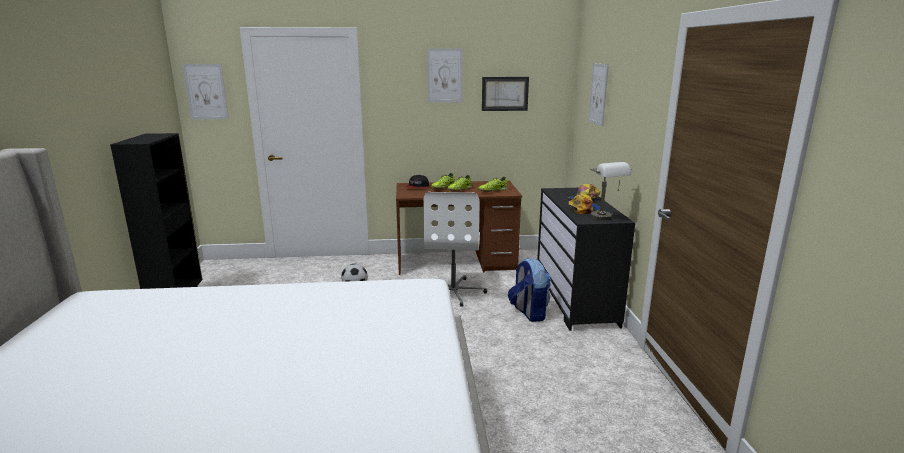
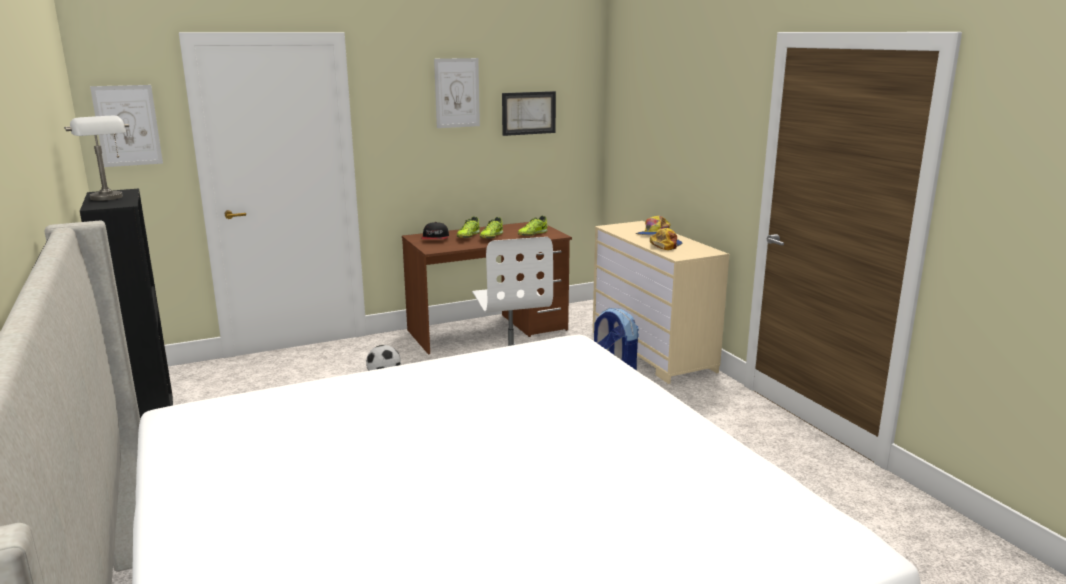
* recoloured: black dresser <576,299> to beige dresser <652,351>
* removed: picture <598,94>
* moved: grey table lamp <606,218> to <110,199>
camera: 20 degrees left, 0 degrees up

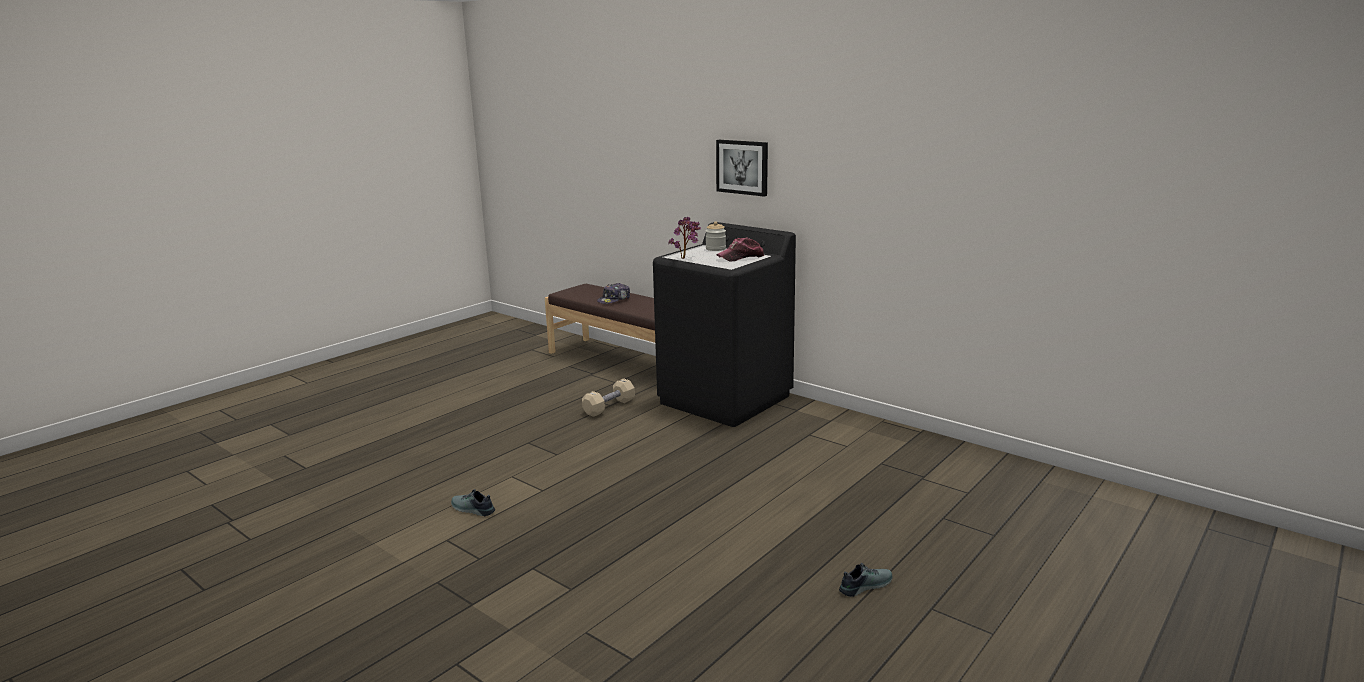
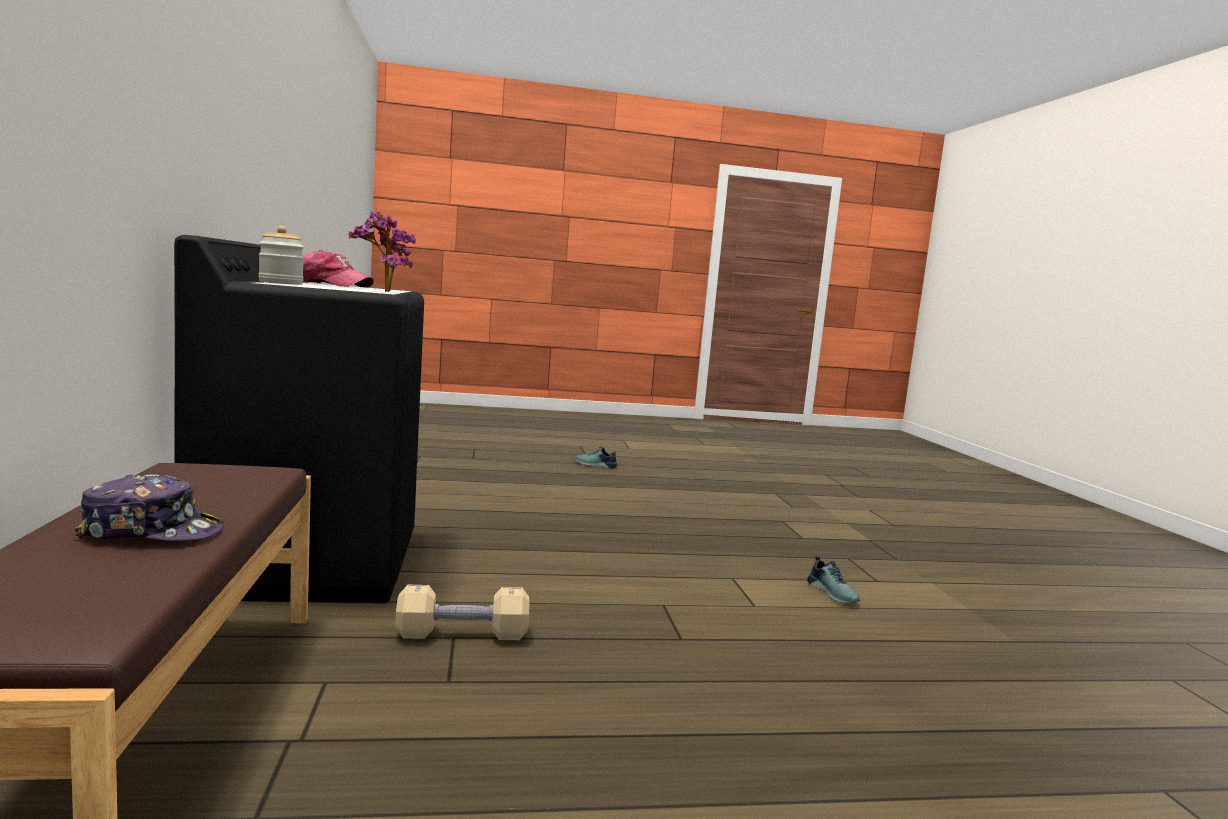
* removed: picture <742,167>
camera: 140 degrees left, 10 degrees down

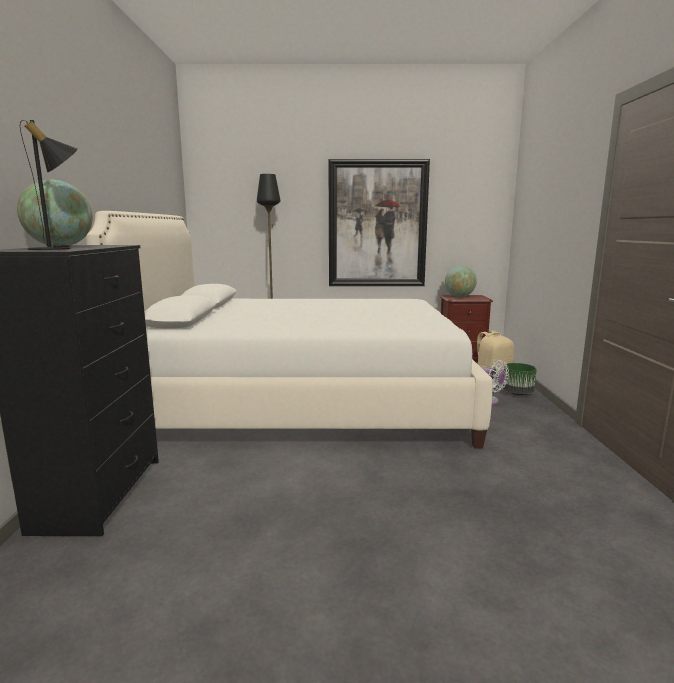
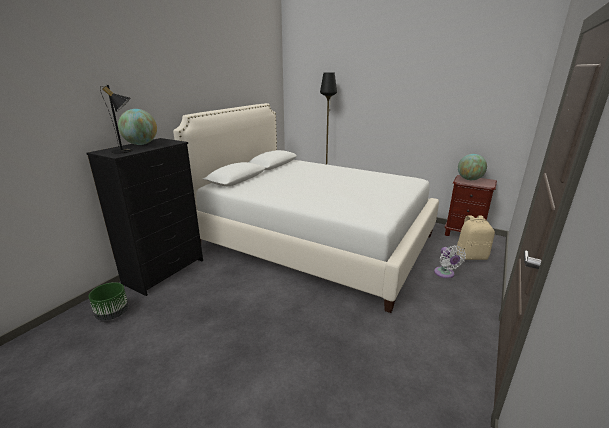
* removed: picture <377,224>
* moved: green planter <518,393> to <113,314>
camera: 30 degrees right, 10 degrees up

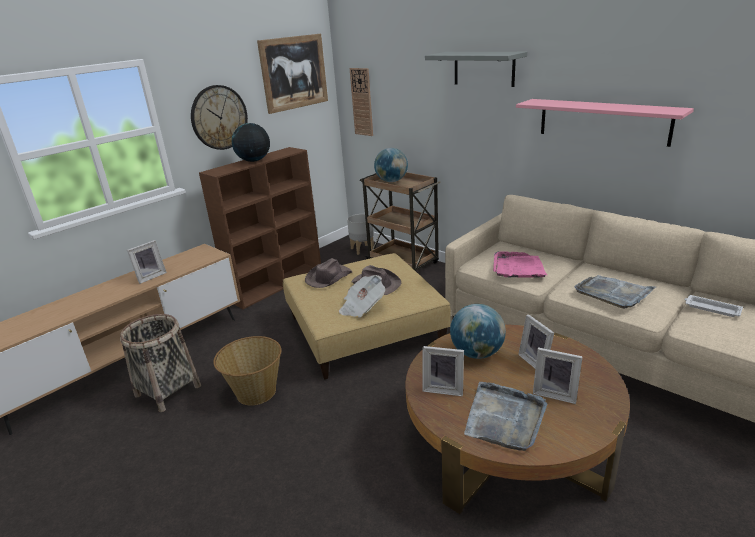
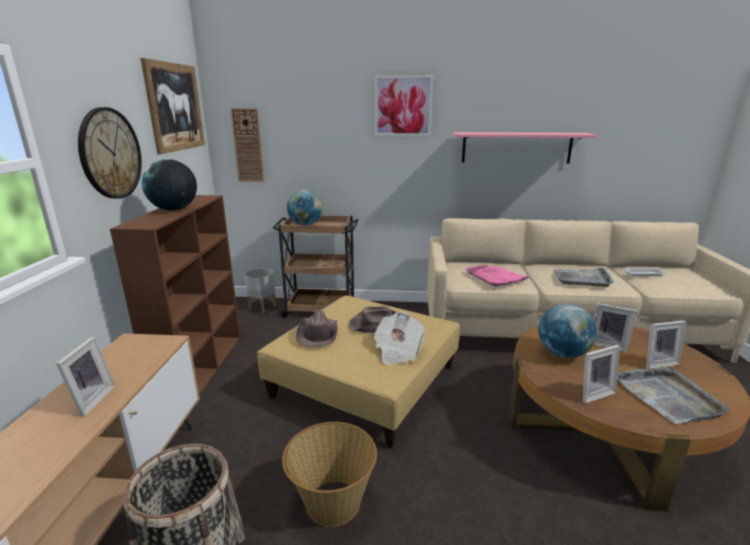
* replaced: grey shelf <484,68> to picture <403,106>
camera: 40 degrees left, 5 degrees down

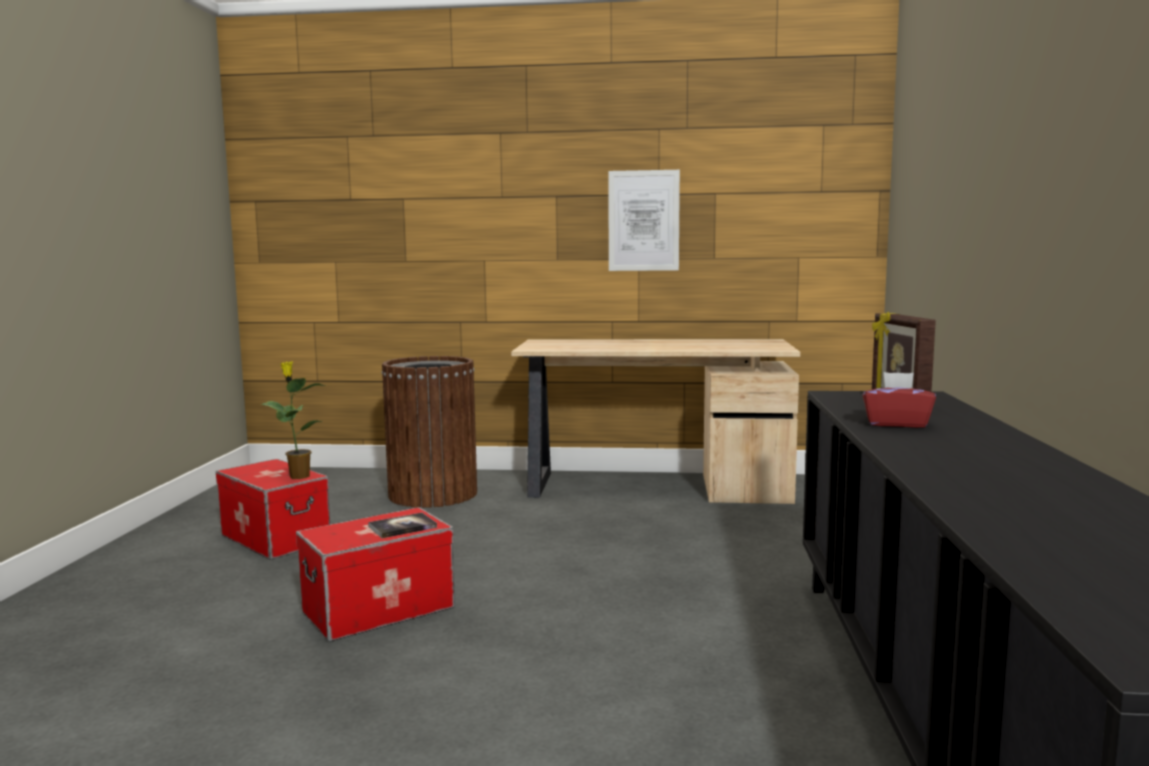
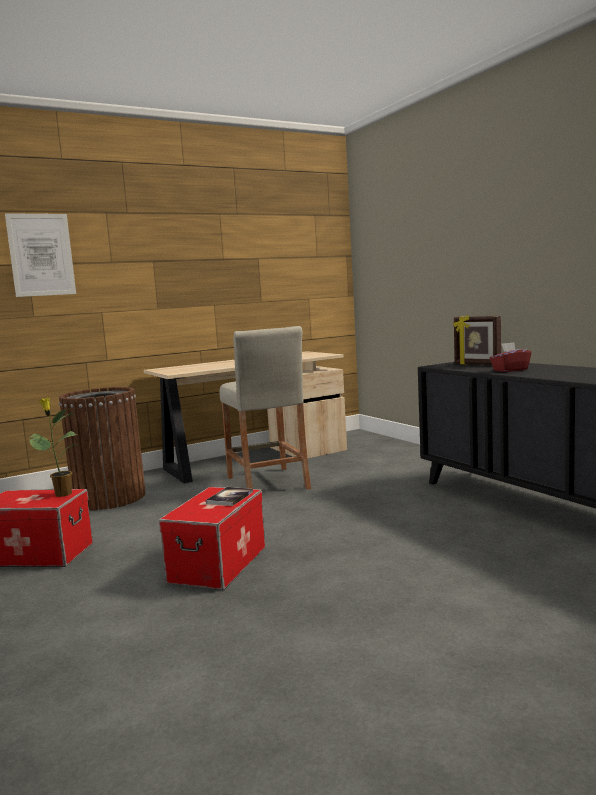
* moved: picture <643,221> to <41,255>
* added: beige stool <267,483>
camera: 35 degrees left, 0 degrees up

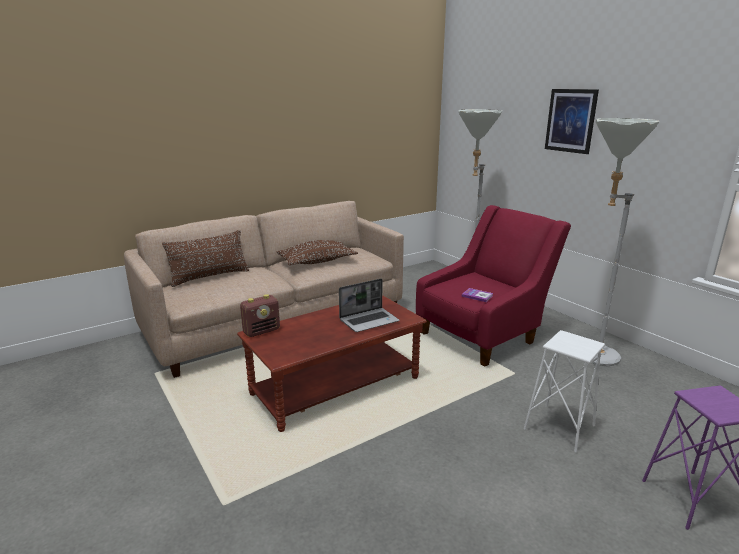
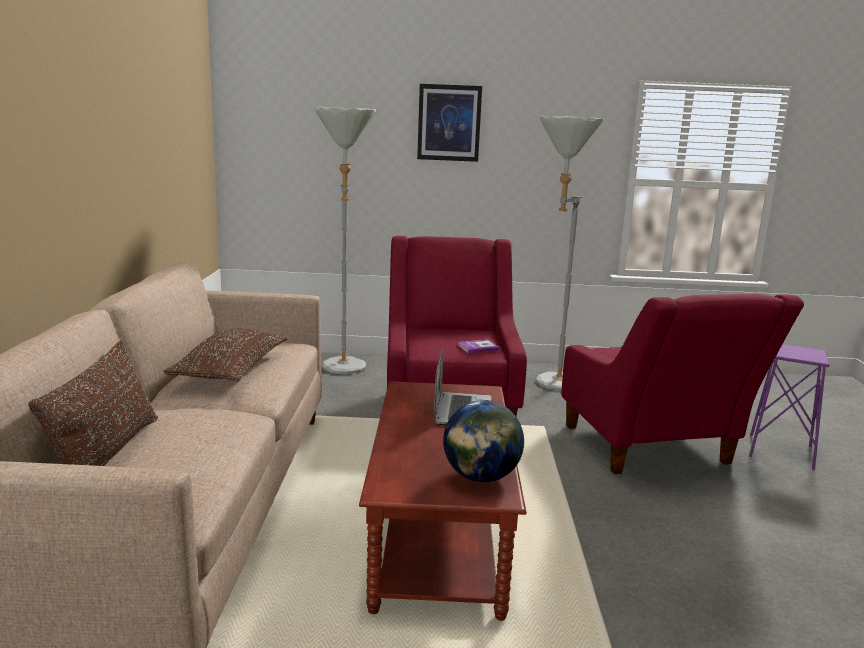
* removed: radio <262,331>
* replaced: white stool <559,427> to red armchair <652,451>
* added: globe <480,477>
camera: 55 degrees left, 5 degrees down

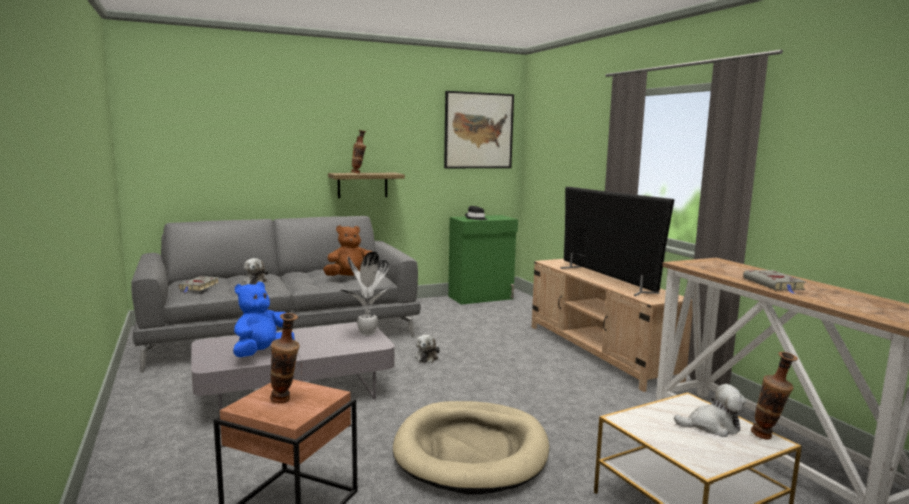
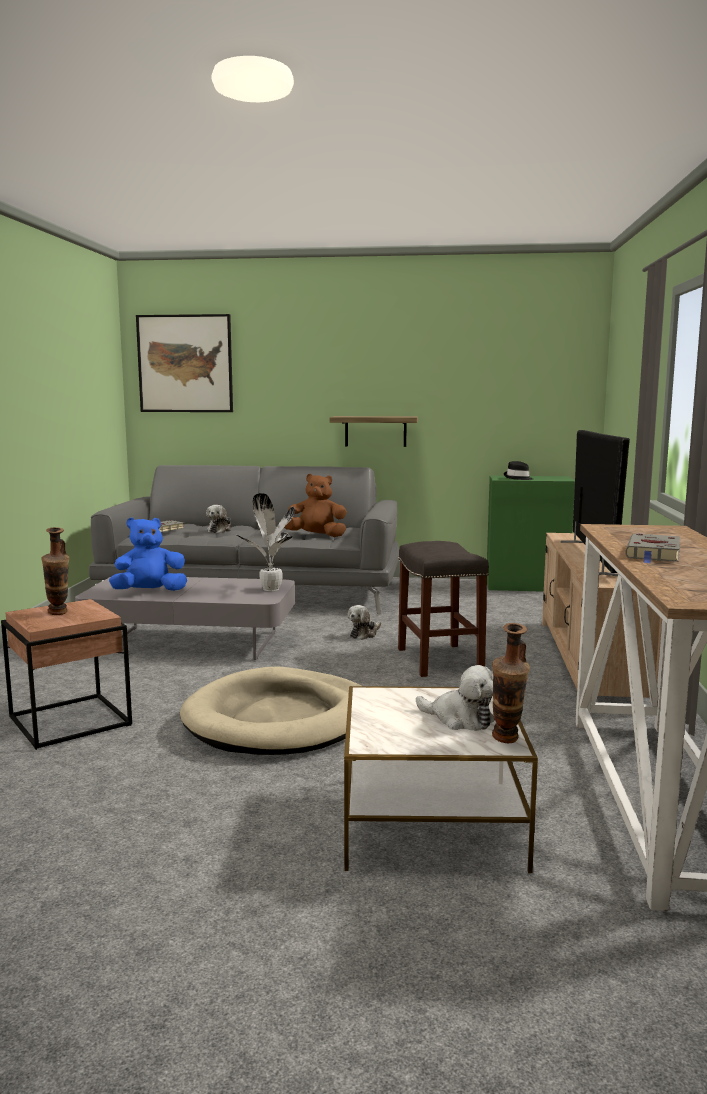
* removed: vase <358,173>
* moved: picture <478,130> to <185,364>
* added: grey stool <440,660>
camera: 30 degrees right, 0 degrees up

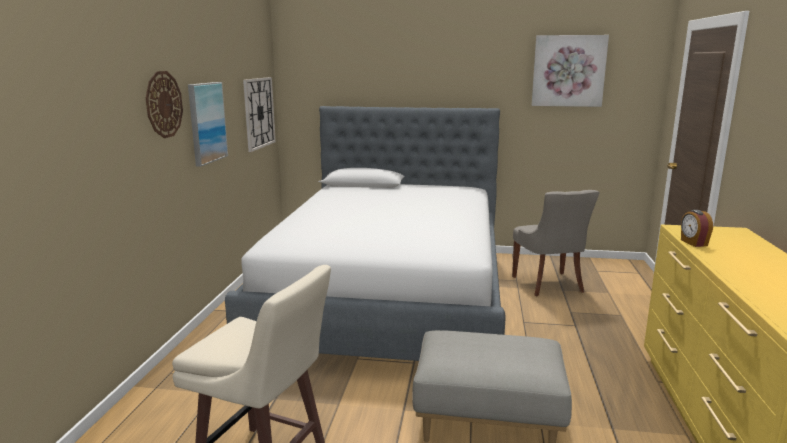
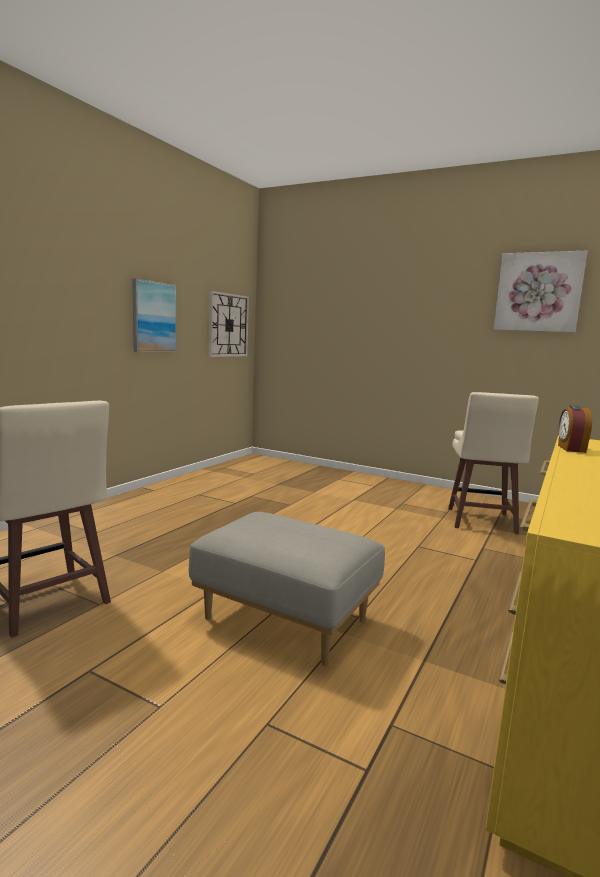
* removed: wall clock <163,104>
* removed: bed <389,296>
* replaced: grey chair <549,285> to beige stool <480,521>
camera: 20 degrees right, 5 degrees down

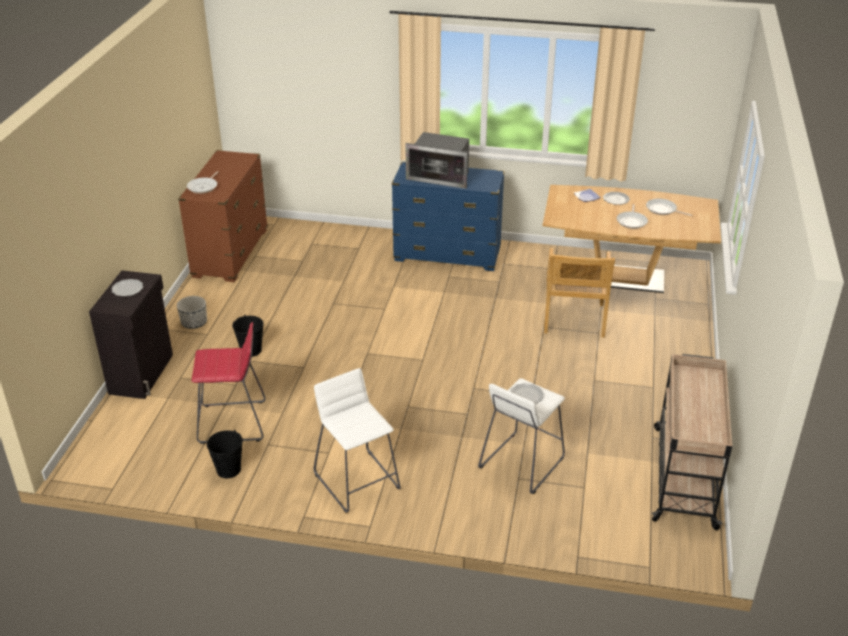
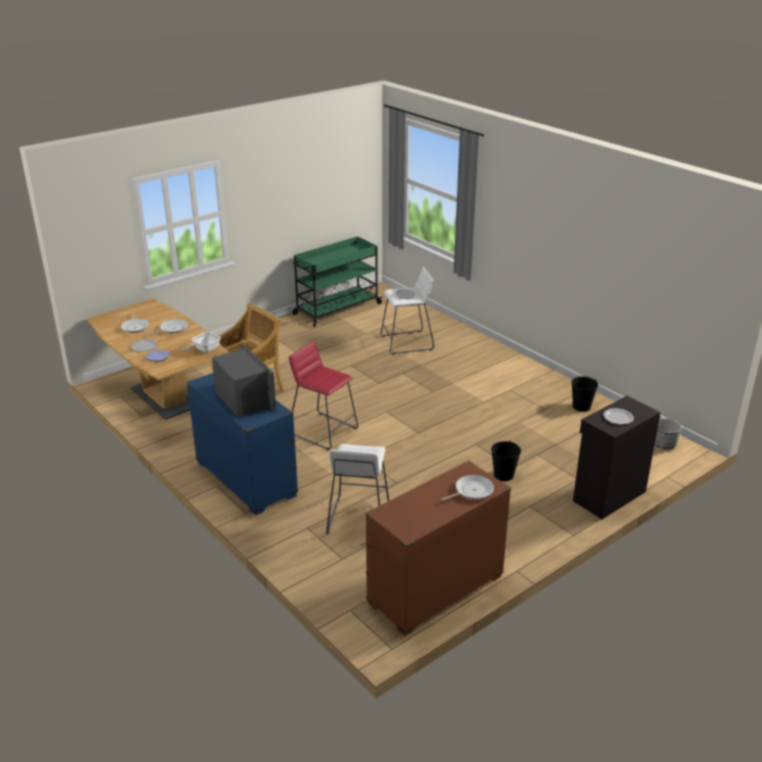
* moved: planter <194,323> to <664,444>
* moved: red stool <233,422> to <323,431>
* moved: white stool <357,481> to <358,518>
* recoloured: beige cart <684,475> to green cart <336,309>
* added: frying pan <204,350>
camera: 140 degrees left, 5 degrees down

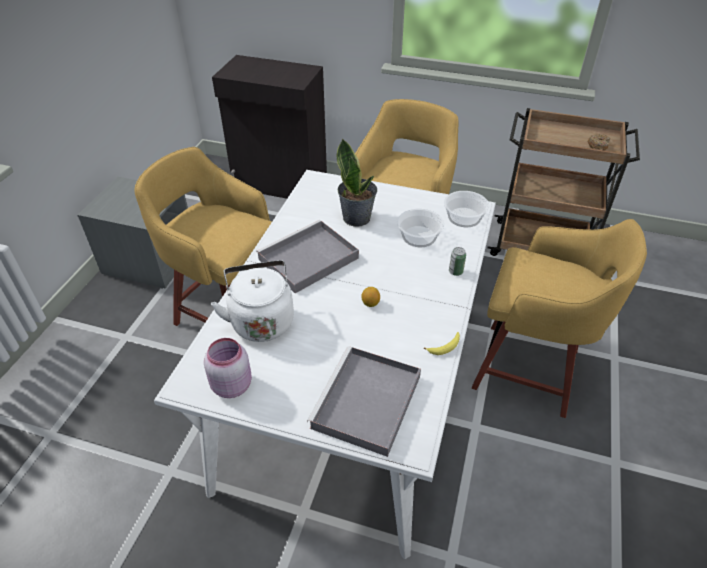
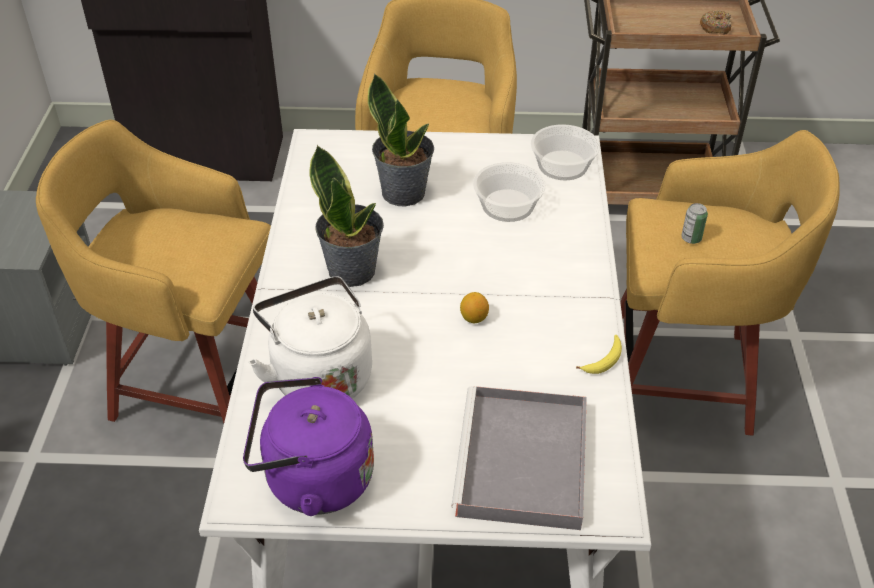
* replaced: pink jar <231,384> to purple kettle <312,480>
* replaced: grey tray <307,260> to potted plant <352,270>
* moved: can <455,271> to <691,238>
camera: 15 degrees left, 0 degrees up

